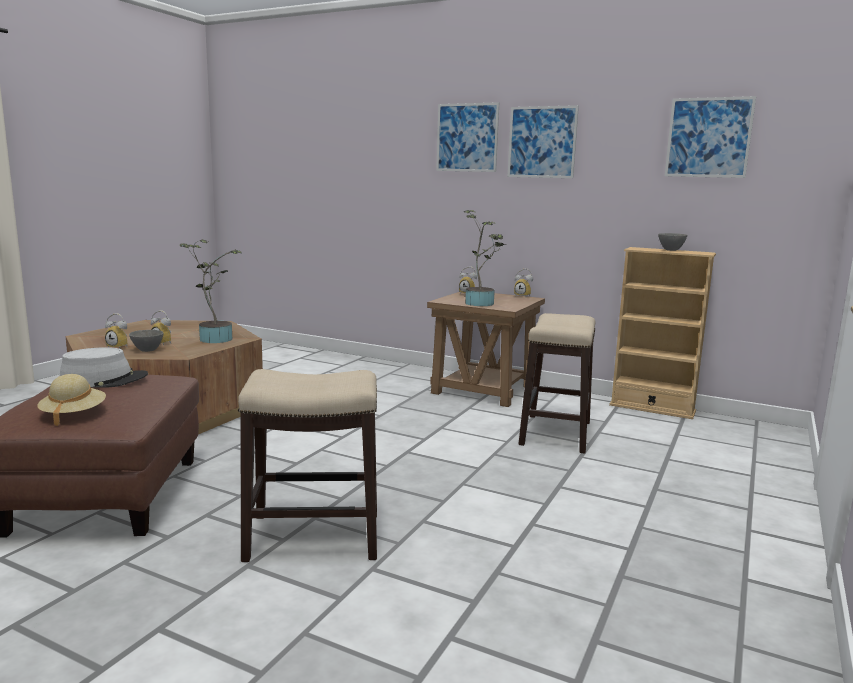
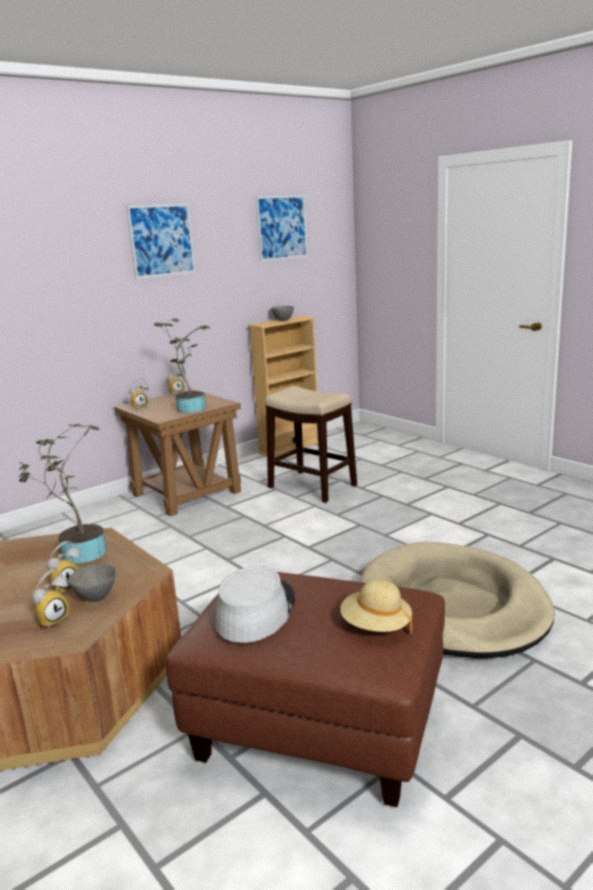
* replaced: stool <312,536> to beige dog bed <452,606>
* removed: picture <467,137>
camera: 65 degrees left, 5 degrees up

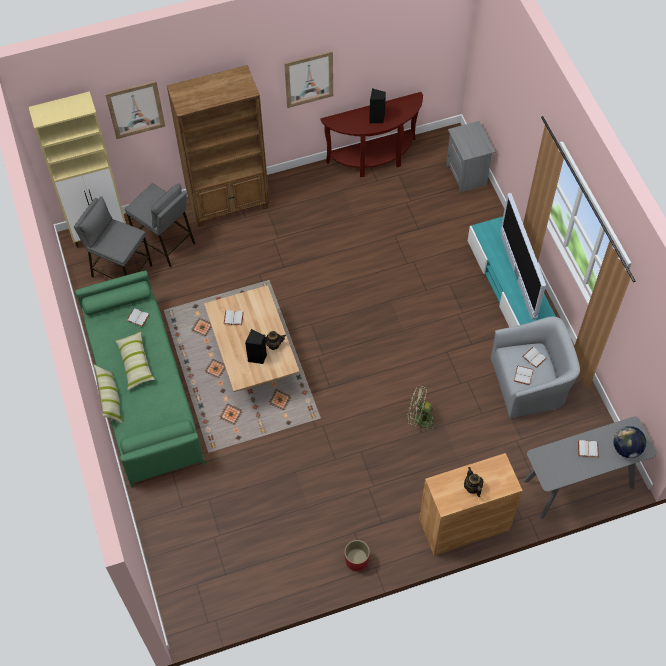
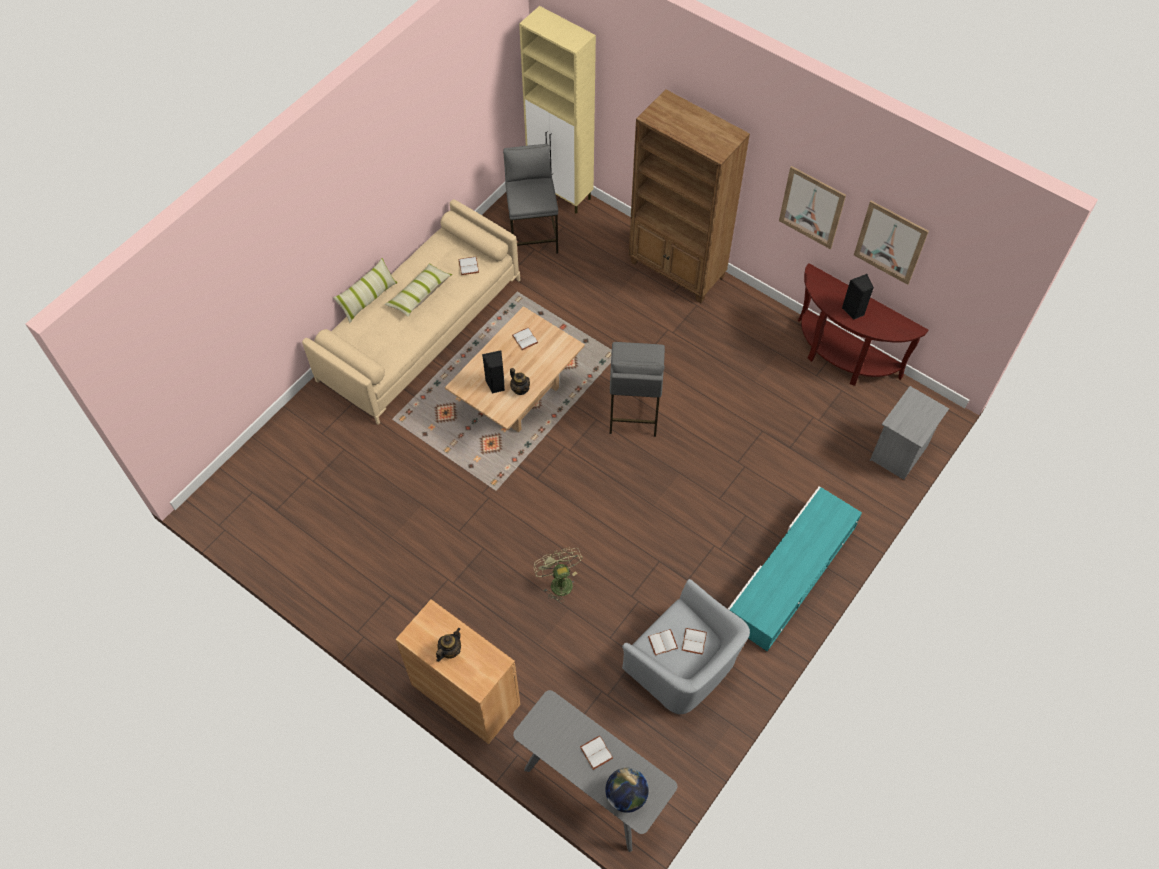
* recoloured: green sofa <143,390> to beige sofa <420,329>
* moved: picture <135,110> to <890,242>
* moved: grey stool <165,243> to <633,410>
* removed: red planter <356,561>
* removed: television <517,276>
camera: 55 degrees right, 0 degrees up

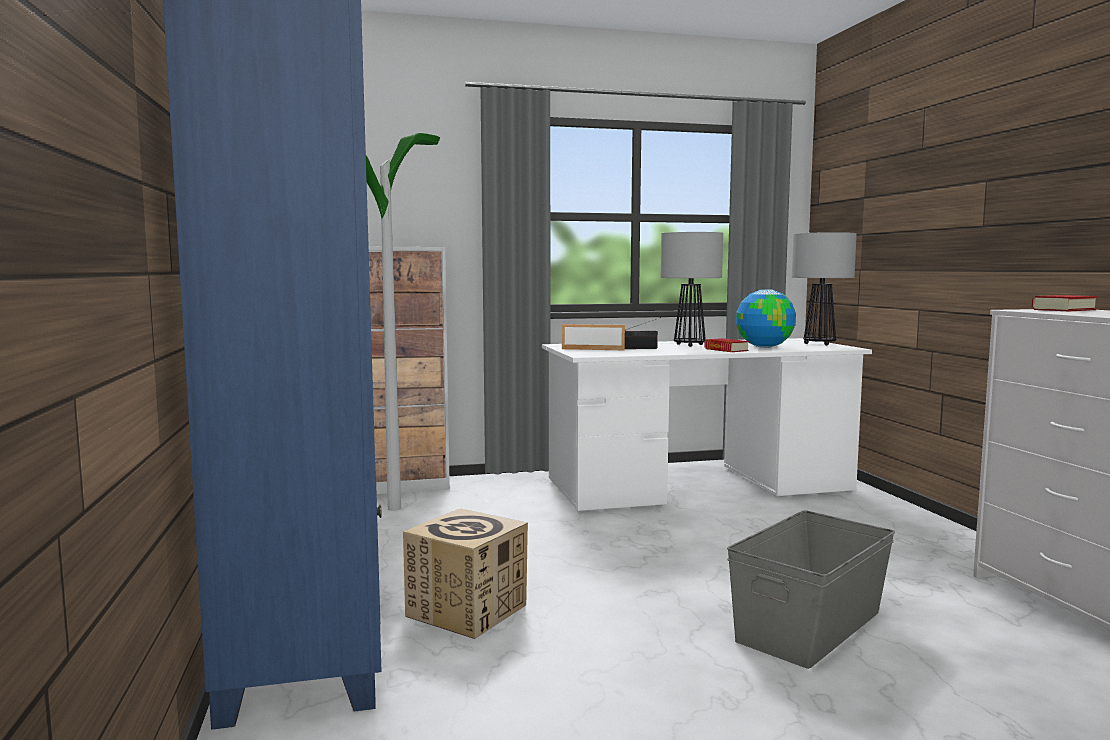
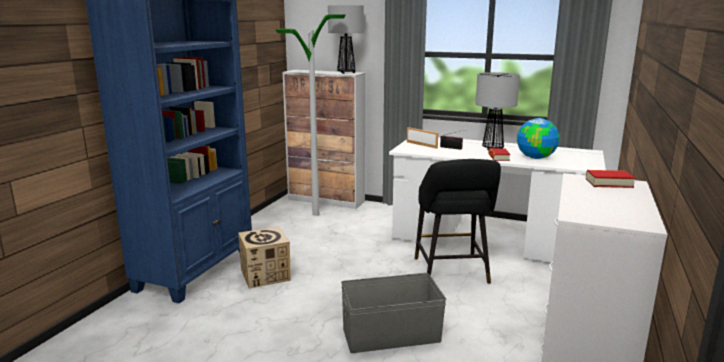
* moved: table lamp <820,344> to <346,73>
* added: black stool <452,273>
camera: 35 degrees right, 10 degrees up

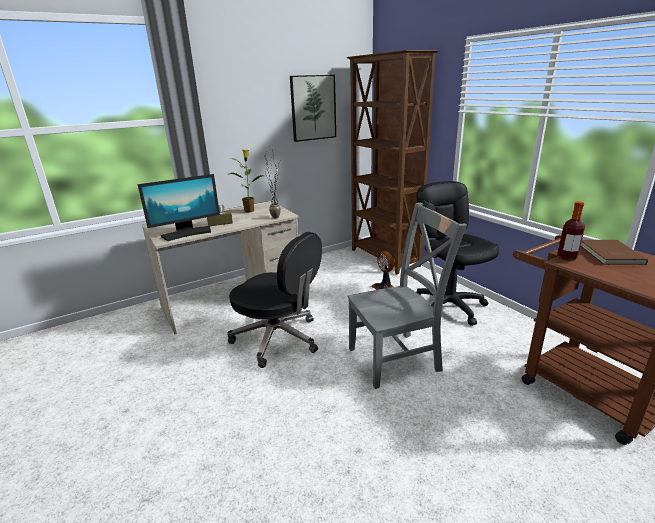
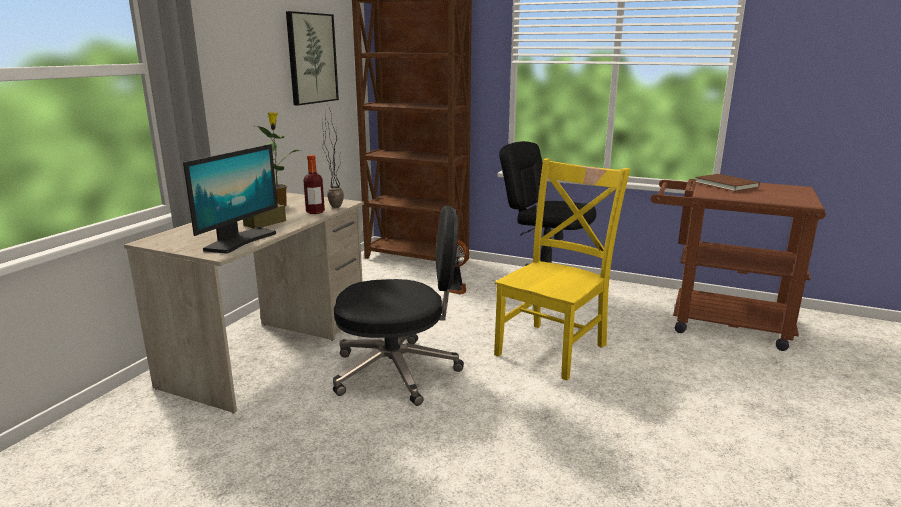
* recoloured: grey chair <397,358> to yellow chair <553,348>
* moved: bottle <567,257> to <315,212>
camera: 35 degrees left, 5 degrees down

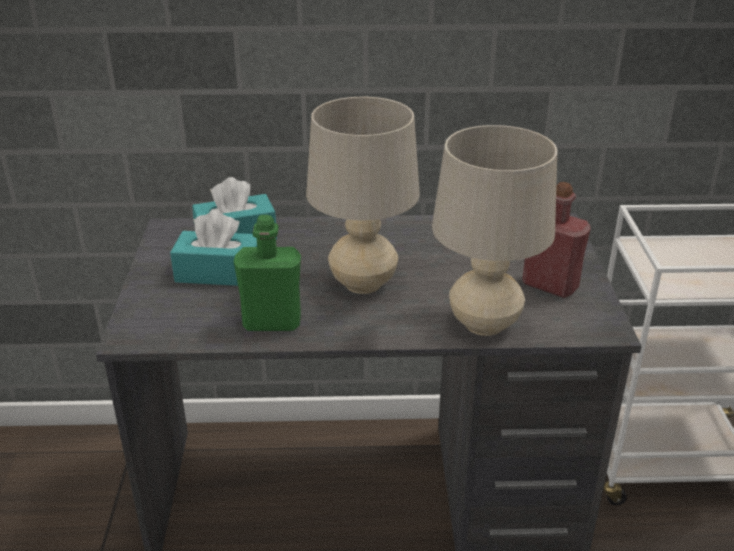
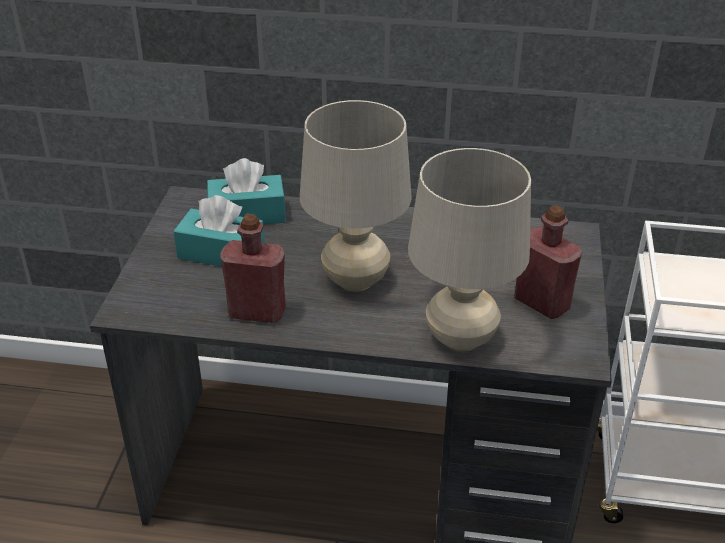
* recoloured: green bottle <272,322> to red bottle <257,312>
camera: 10 degrees right, 5 degrees up

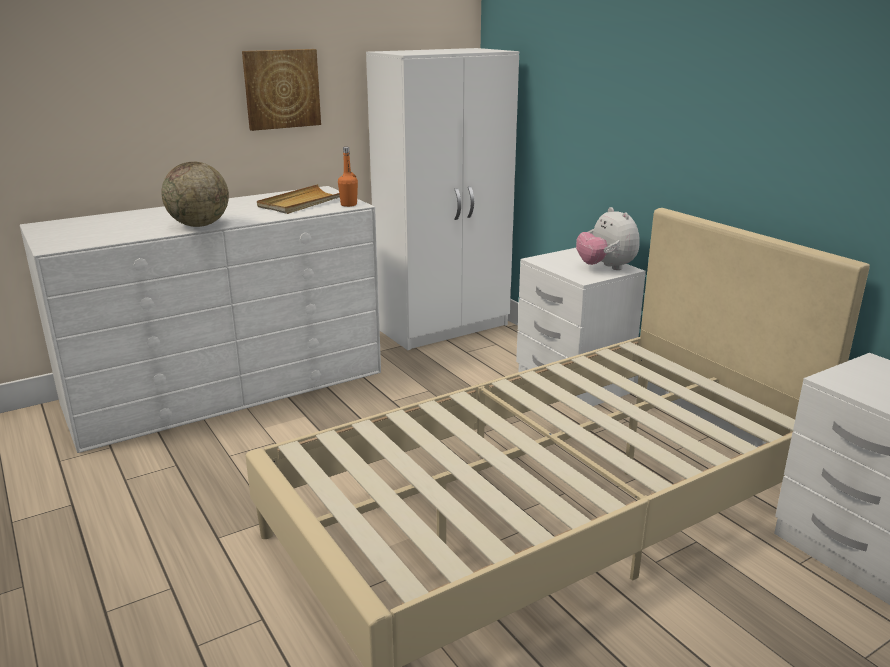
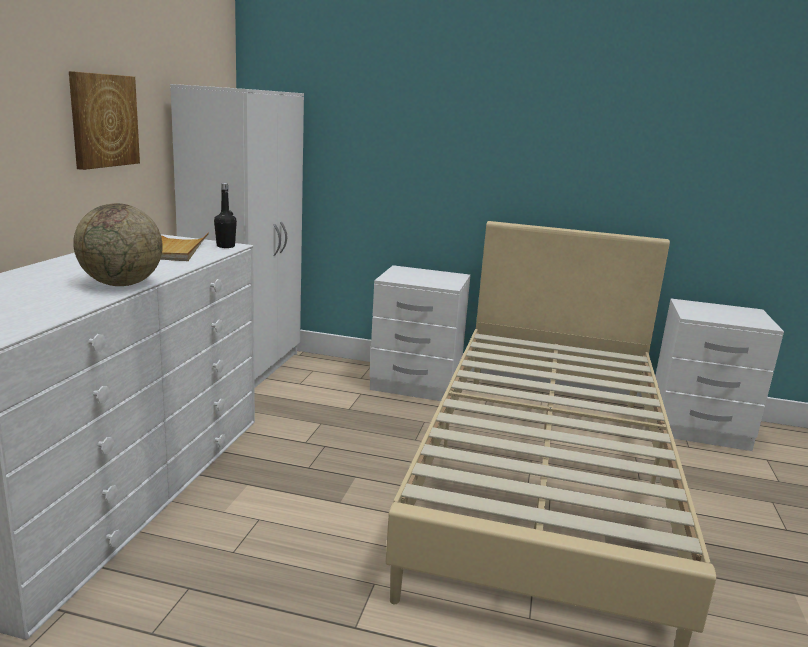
* recoloured: orange bottle <348,205> to black bottle <225,246>
* removed: plush toy <606,268>
camera: 45 degrees left, 5 degrees down

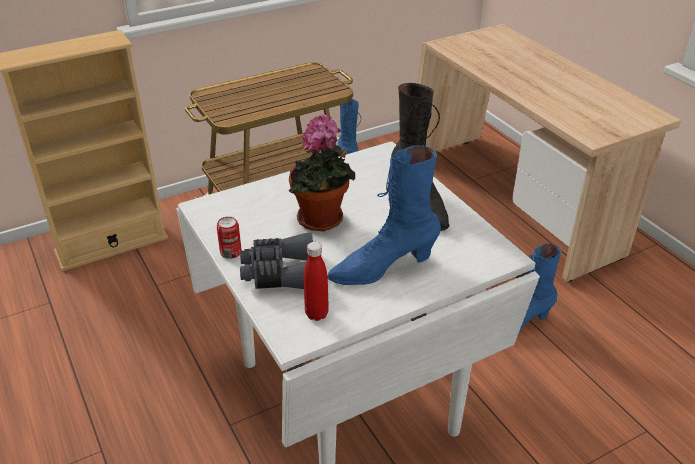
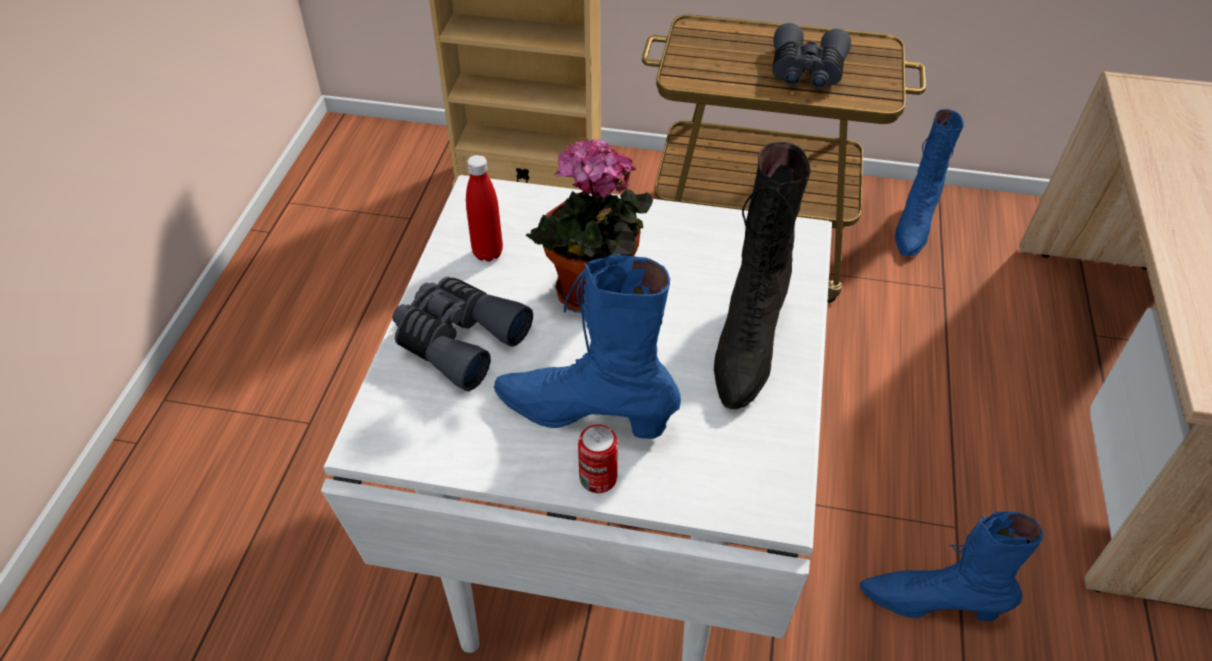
* moved: can <230,252> to <598,478>
* moved: red bottle <316,314> to <487,253>
* added: grey binoculars <806,72>
camera: 40 degrees right, 10 degrees up

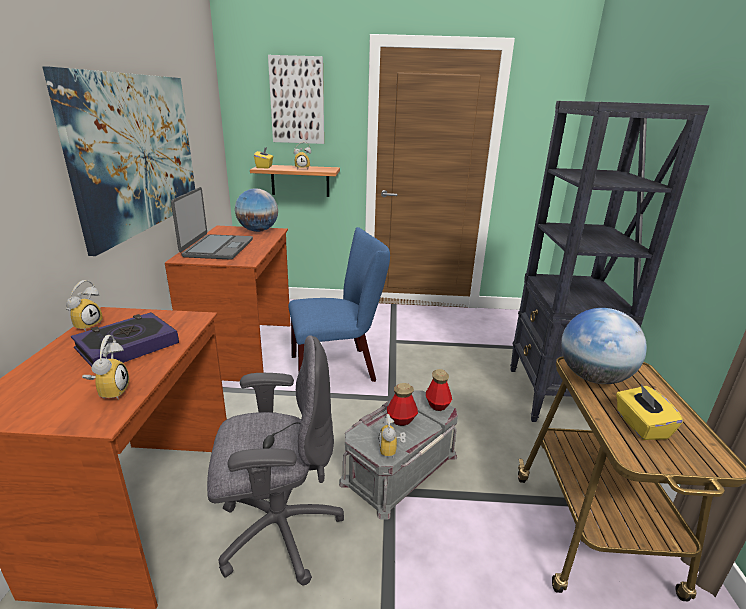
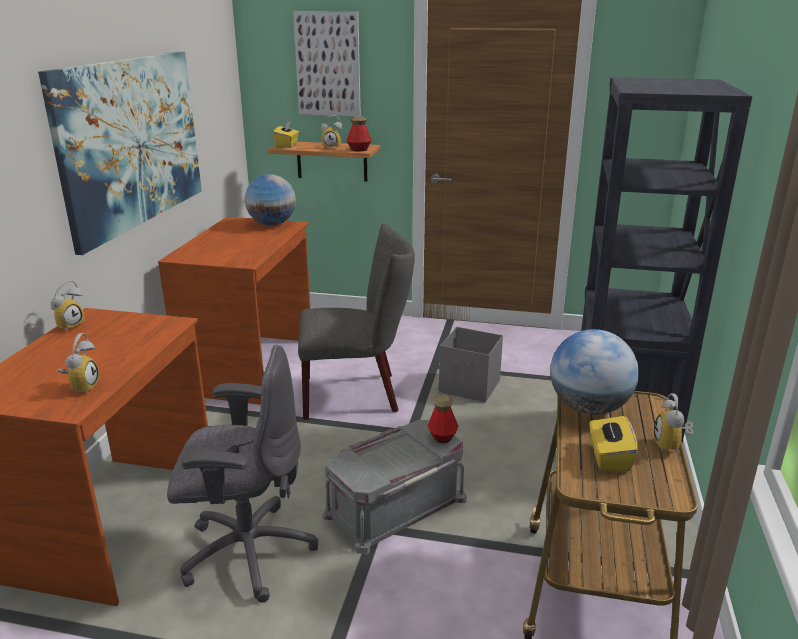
* removed: book <127,346>
* removed: laptop <217,248>
* recoloured: blue chair <338,368> to grey chair <357,394>
* moved: alarm clock <391,451> to <671,446>
* moved: bottle <401,420> to <359,150>
* added: grey storage box <470,386>
camera: 10 degrees right, 0 degrees up

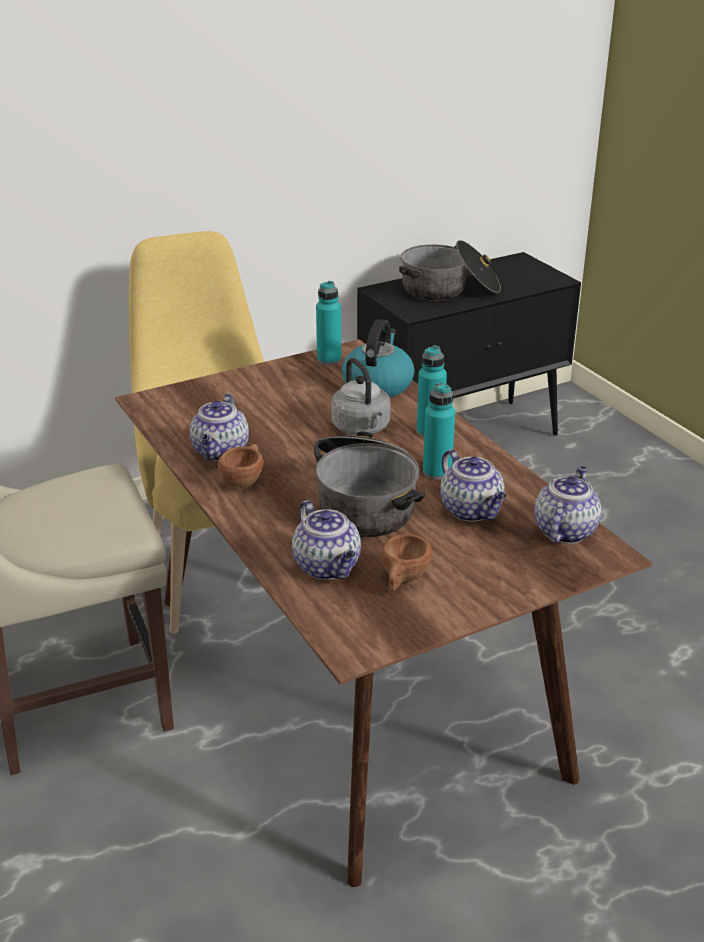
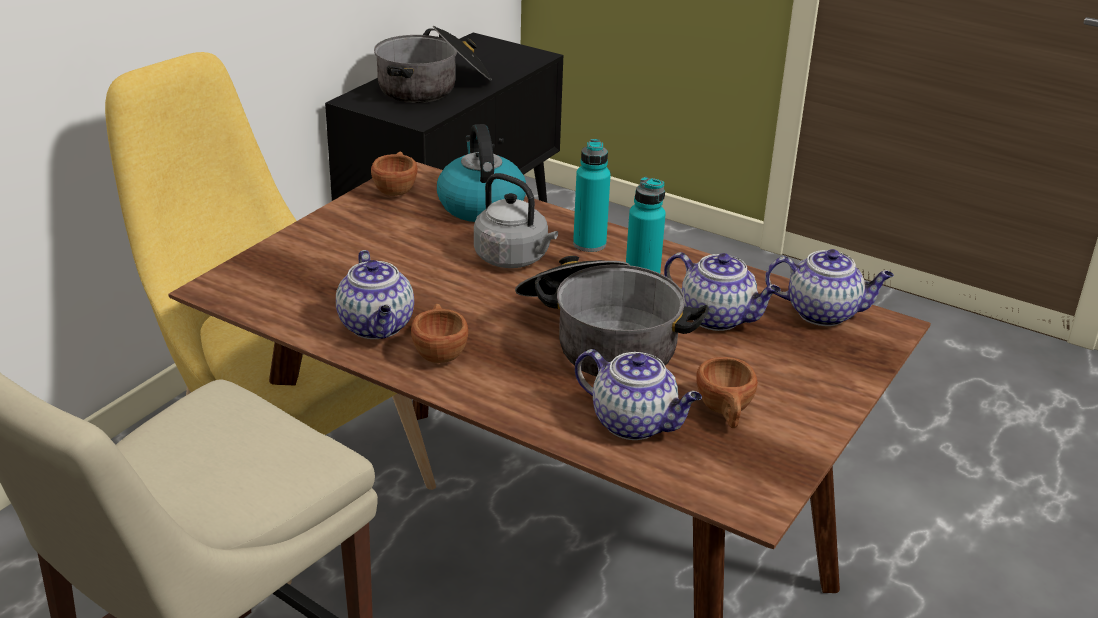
* replaced: turquoise bottle <329,359> to brown cup <396,189>
* turned: teapot <564,530> = <824,313> 105 degrees clockwise
camera: 30 degrees left, 0 degrees up

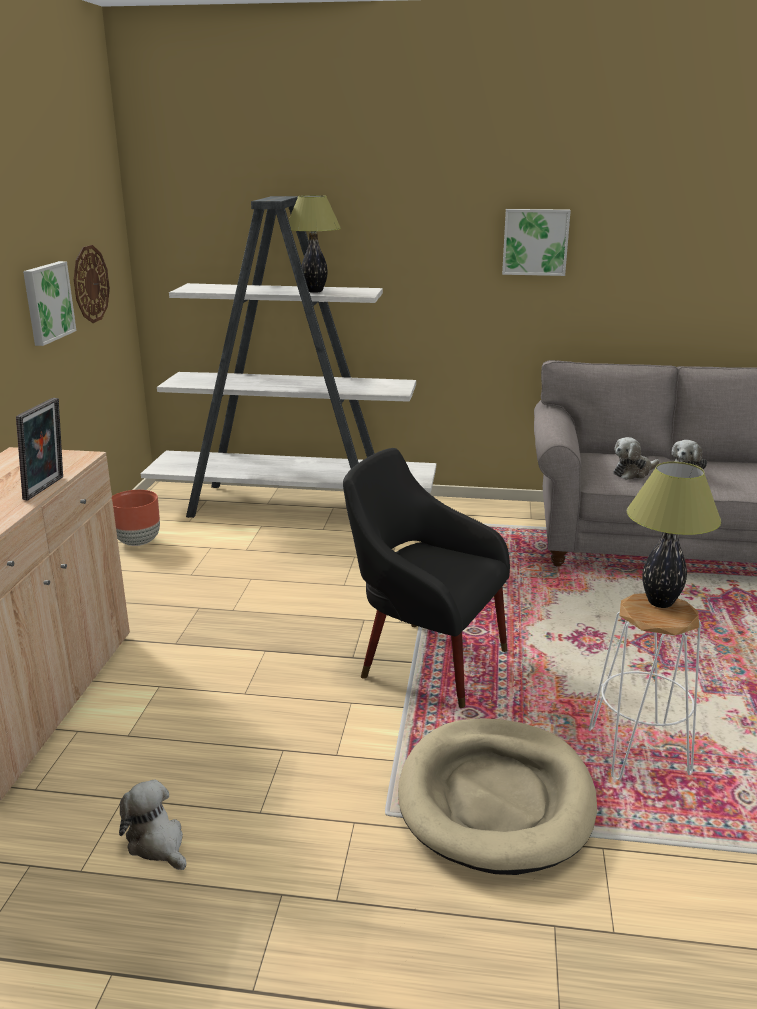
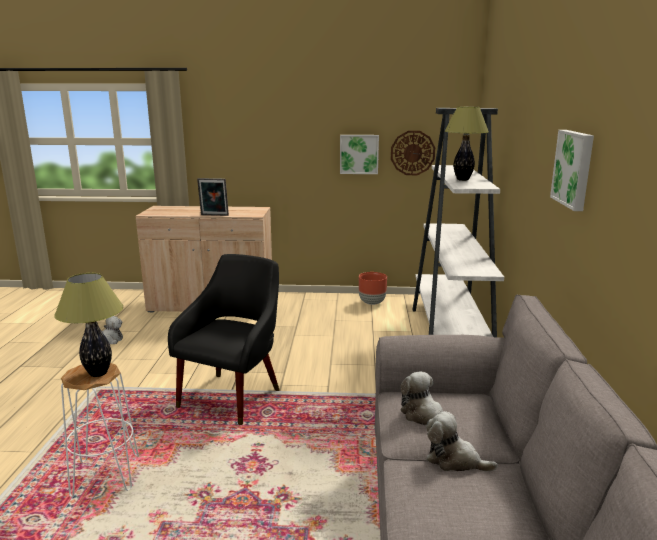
* removed: beige dog bed <496,799>
camera: 85 degrees right, 5 degrees down

